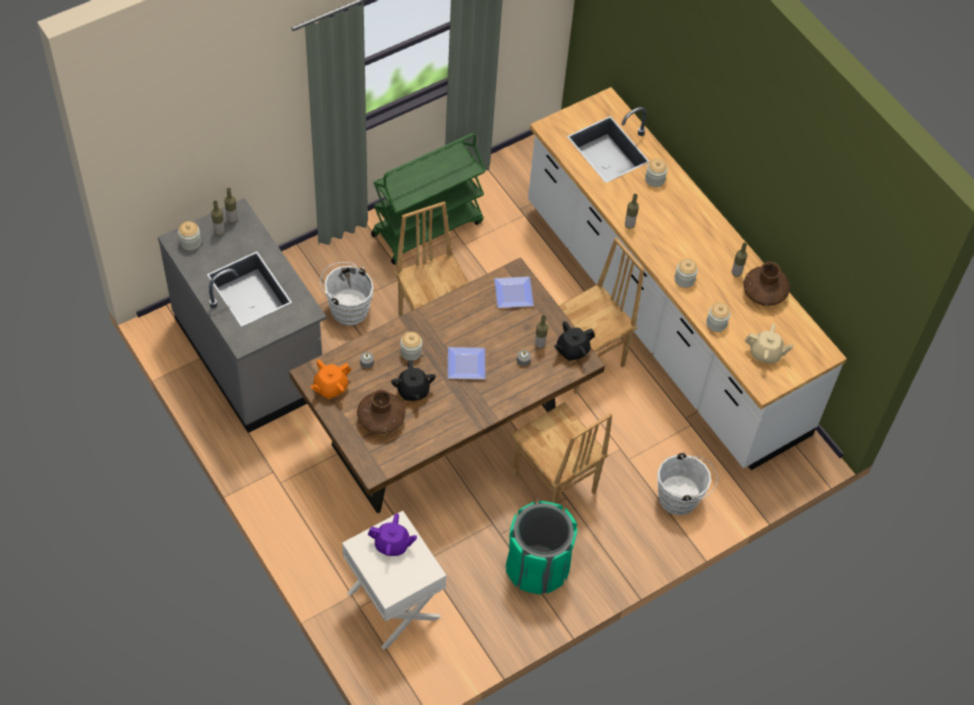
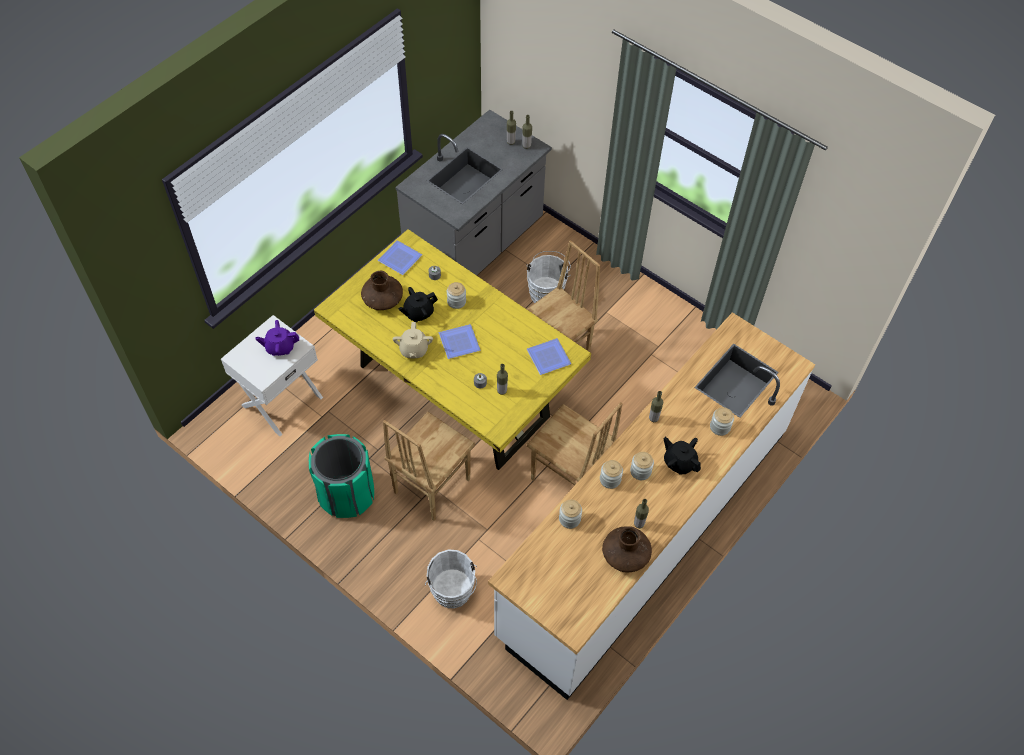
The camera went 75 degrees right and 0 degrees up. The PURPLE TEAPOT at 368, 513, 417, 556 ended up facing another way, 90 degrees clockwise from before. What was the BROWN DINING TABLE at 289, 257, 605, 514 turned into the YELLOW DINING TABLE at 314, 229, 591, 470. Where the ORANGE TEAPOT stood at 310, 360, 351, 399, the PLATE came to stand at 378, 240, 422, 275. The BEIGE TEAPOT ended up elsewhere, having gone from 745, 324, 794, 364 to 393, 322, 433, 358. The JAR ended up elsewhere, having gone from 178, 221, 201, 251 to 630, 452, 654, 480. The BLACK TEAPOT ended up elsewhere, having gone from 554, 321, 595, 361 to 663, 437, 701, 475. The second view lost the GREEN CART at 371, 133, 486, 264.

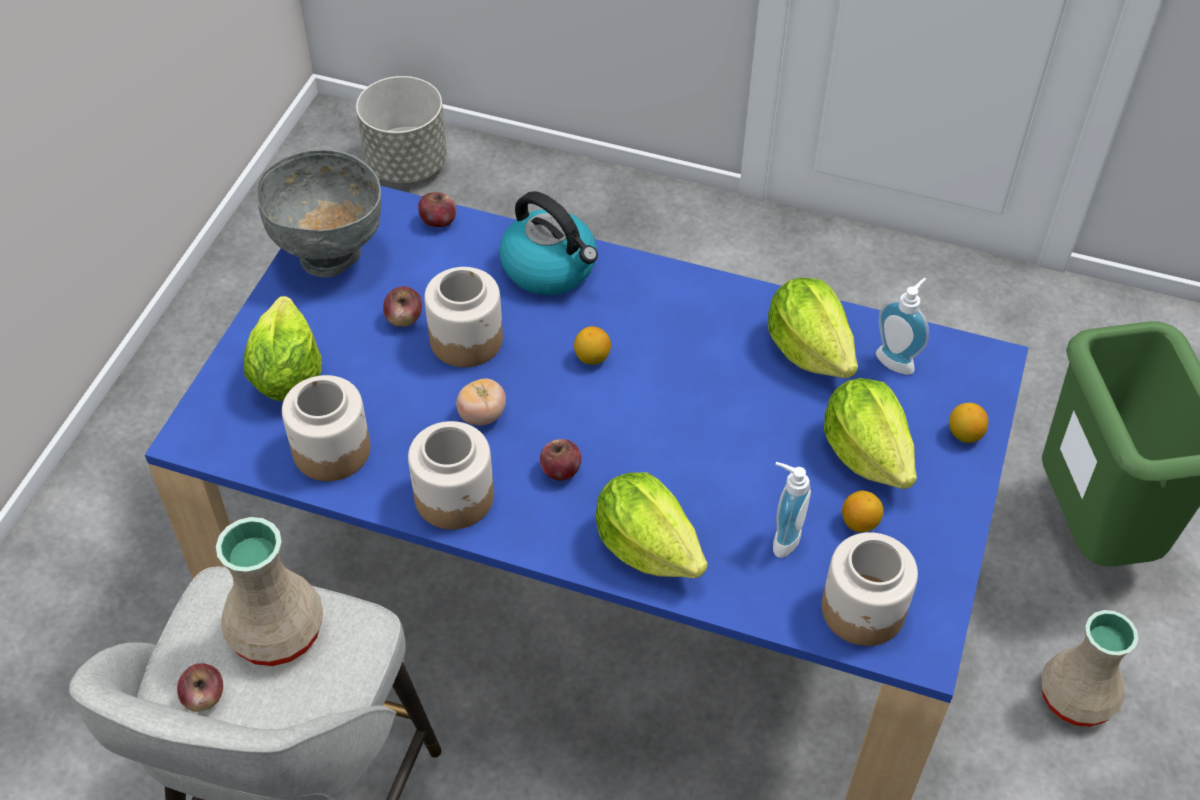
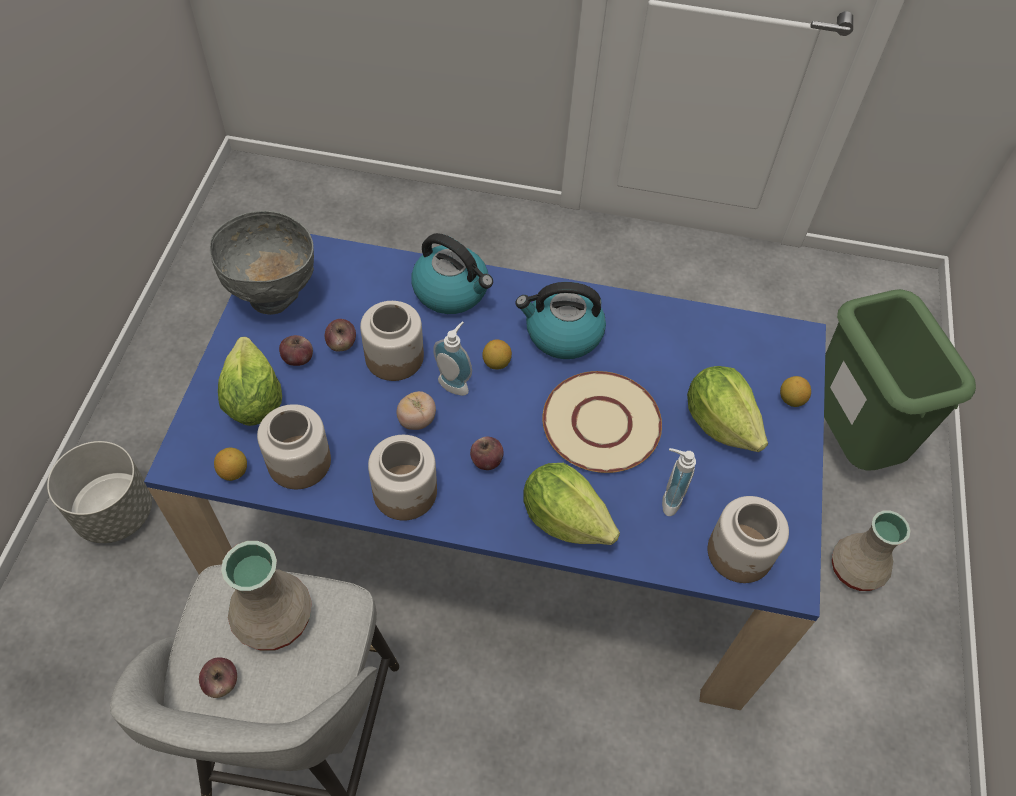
The camera went 10 degrees left and 5 degrees up. The GREY PLANTER ended up elsewhere, having gone from 356, 76, 447, 183 to 47, 441, 152, 543. The LEMON ended up elsewhere, having gone from 842, 491, 884, 533 to 214, 447, 247, 481. The APPLE ended up elsewhere, having gone from 418, 192, 456, 227 to 279, 335, 313, 366. The SOAP DISPENSER ended up elsewhere, having gone from 876, 277, 929, 375 to 433, 322, 472, 396. The second view gained the KETTLE at 515, 282, 606, 359. The second view gained the BEIGE PLATE at 542, 371, 662, 473. The second view lost the LETTUCE at 768, 278, 858, 378.

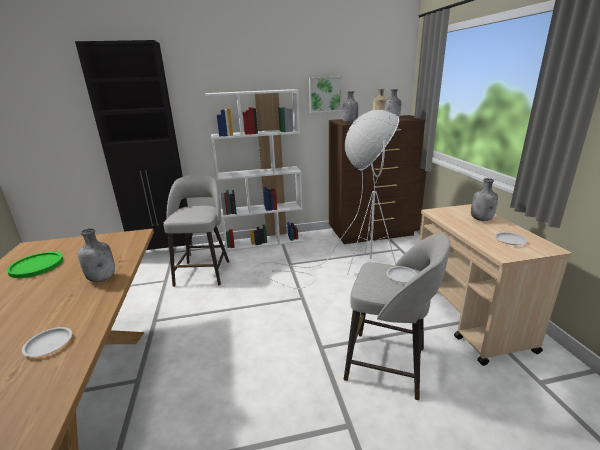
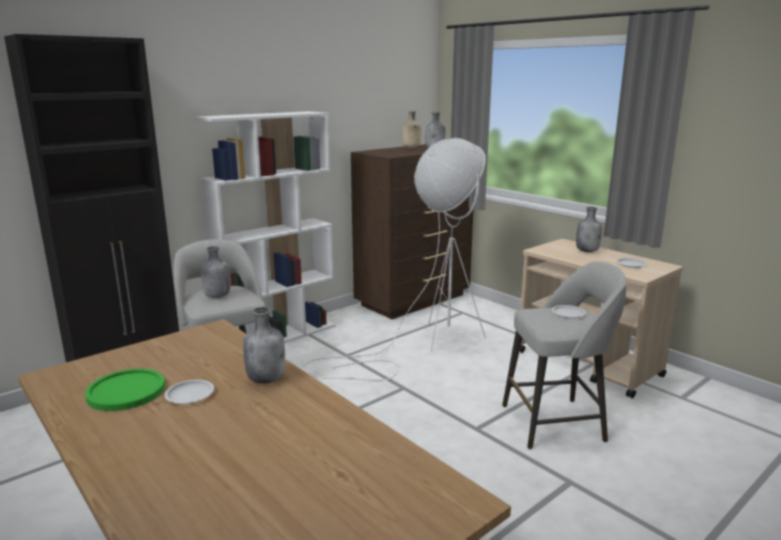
The camera went 30 degrees left and 5 degrees down. The WHITE PLATE ended up elsewhere, having gone from 22, 327, 72, 357 to 165, 380, 214, 404. The GREY BOTTLE ended up elsewhere, having gone from 342, 91, 359, 123 to 201, 246, 230, 298. The second view lost the PICTURE at 309, 76, 342, 113.

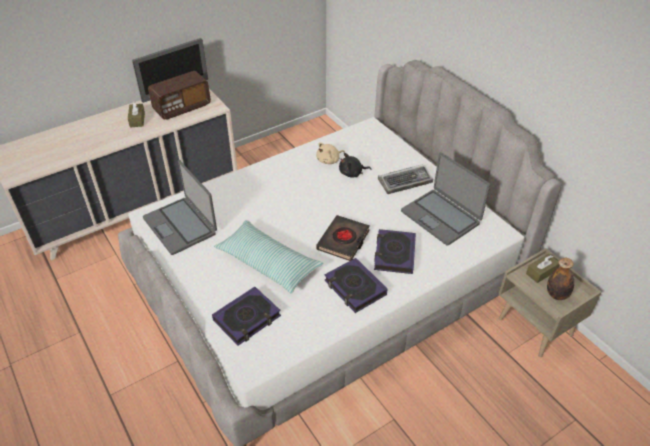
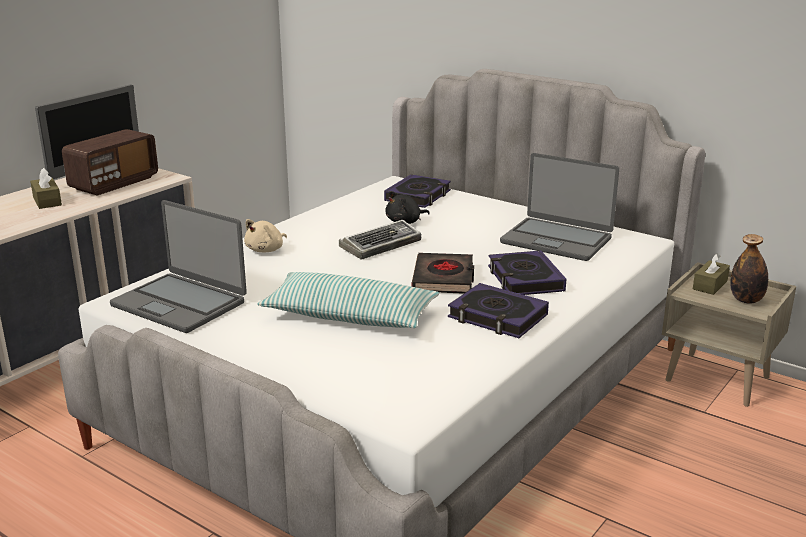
The camera went 20 degrees left and 20 degrees down. The BEIGE PLUSH TOY ended up elsewhere, having gone from 316, 142, 345, 164 to 244, 219, 287, 252. The KEYBOARD ended up elsewhere, having gone from 378, 165, 433, 194 to 339, 220, 421, 260. The BOOK ended up elsewhere, having gone from 212, 287, 281, 345 to 384, 174, 451, 208.

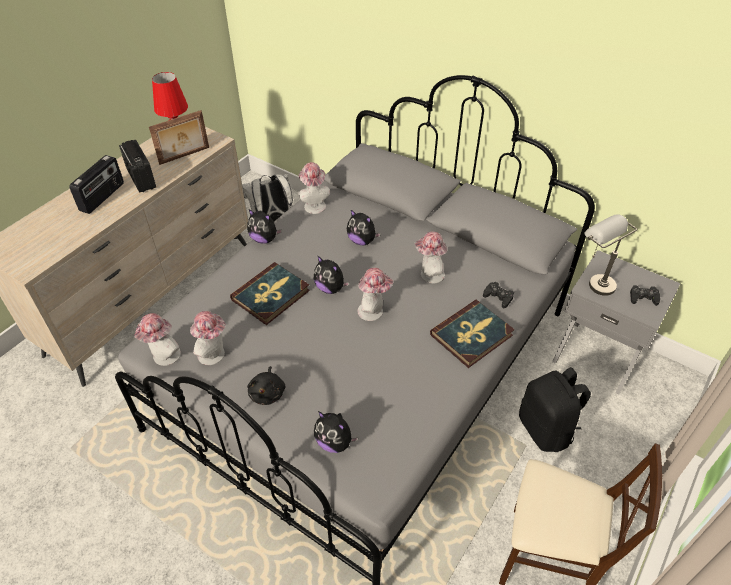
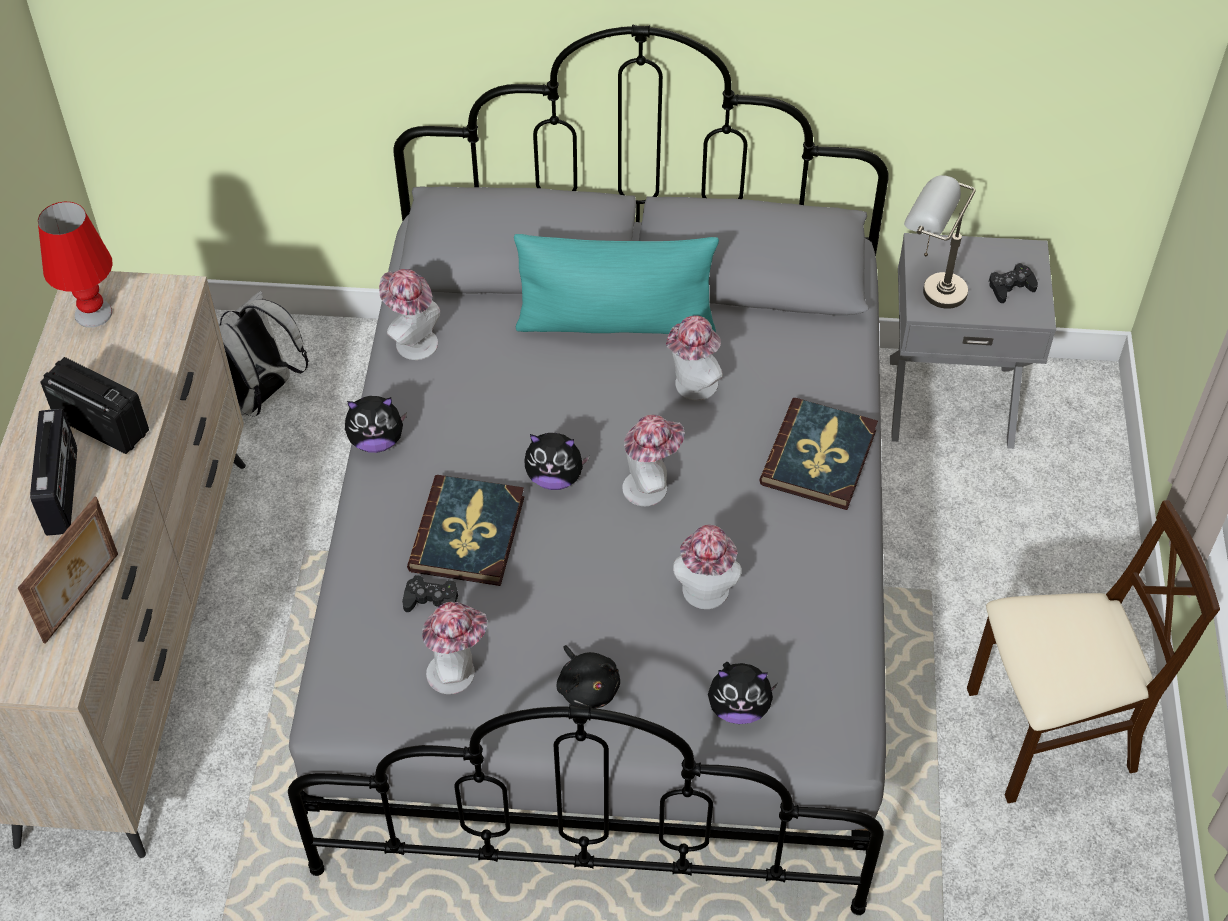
The camera went 30 degrees left and 5 degrees up. The PICTURE FRAME ended up elsewhere, having gone from 149, 110, 209, 165 to 18, 497, 118, 644. The BLACK GAME CONTROLLER ended up elsewhere, having gone from 483, 282, 514, 308 to 402, 575, 458, 612. The second view gained the TURQUOISE PILLOW at 514, 234, 719, 334. The HAT ended up elsewhere, having gone from 134, 313, 181, 366 to 673, 525, 741, 609. The second view lost the PLUSH TOY at 347, 210, 381, 245. The second view lost the BLACK BACKPACK at 519, 367, 591, 453.

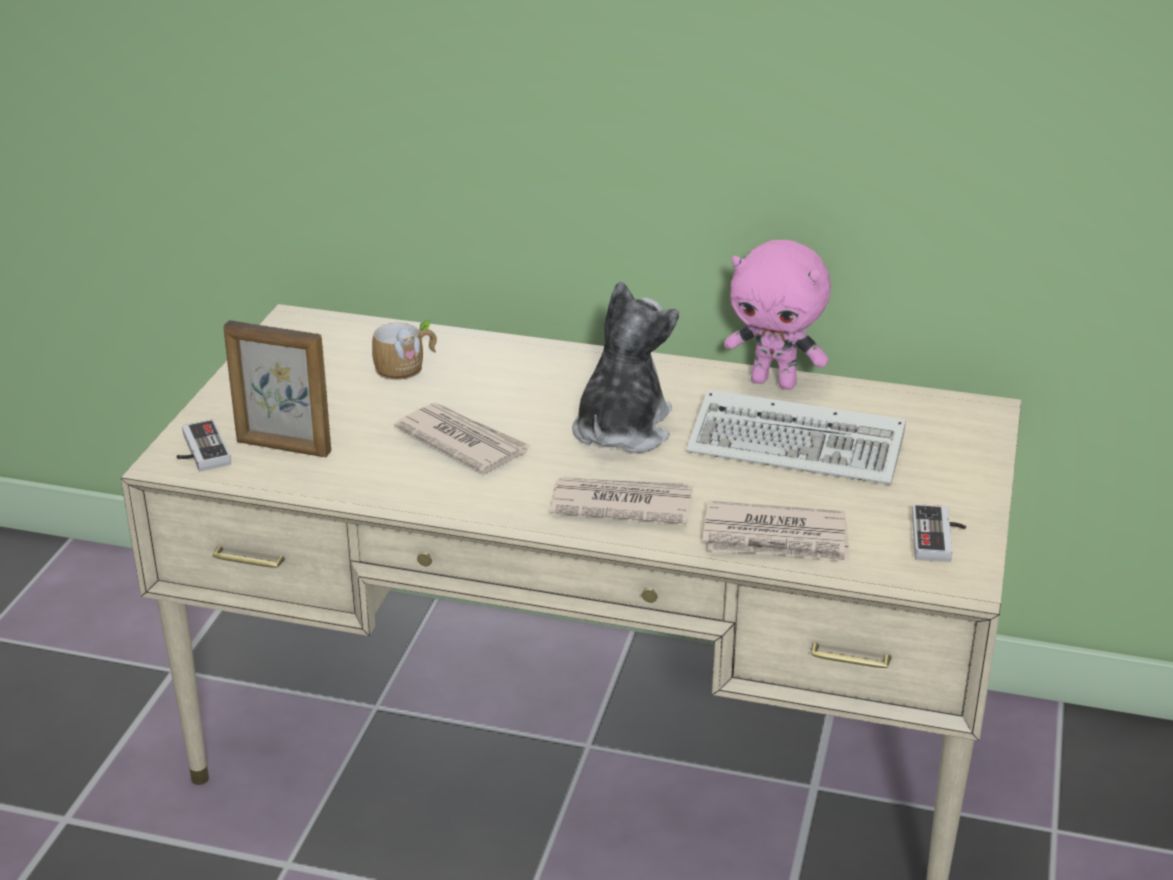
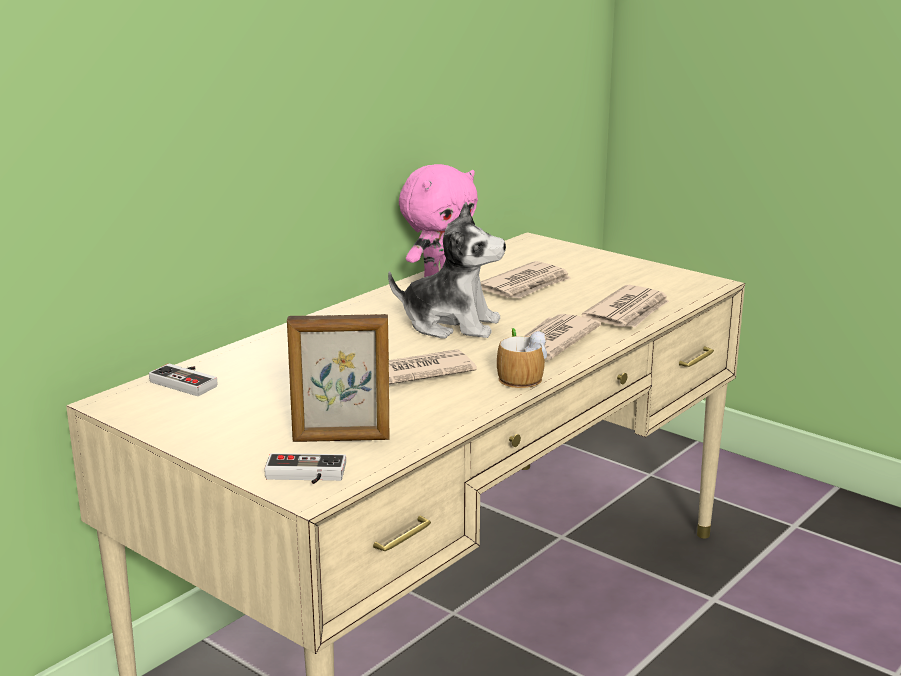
The camera went 65 degrees left and 10 degrees down. The GAME CONTROLLER ended up elsewhere, having gone from 912, 504, 966, 562 to 149, 364, 218, 396. The PICTURE FRAME at 223, 320, 331, 457 ended up facing another way, 45 degrees clockwise from before. The PLUSH TOY at 572, 281, 679, 453 ended up facing another way, 150 degrees clockwise from before. Where the KEYBOARD stood at 686, 390, 906, 485, the NEWSPAPER came to stand at 481, 261, 571, 299. The MUG ended up elsewhere, having gone from 372, 320, 437, 380 to 497, 328, 547, 388.

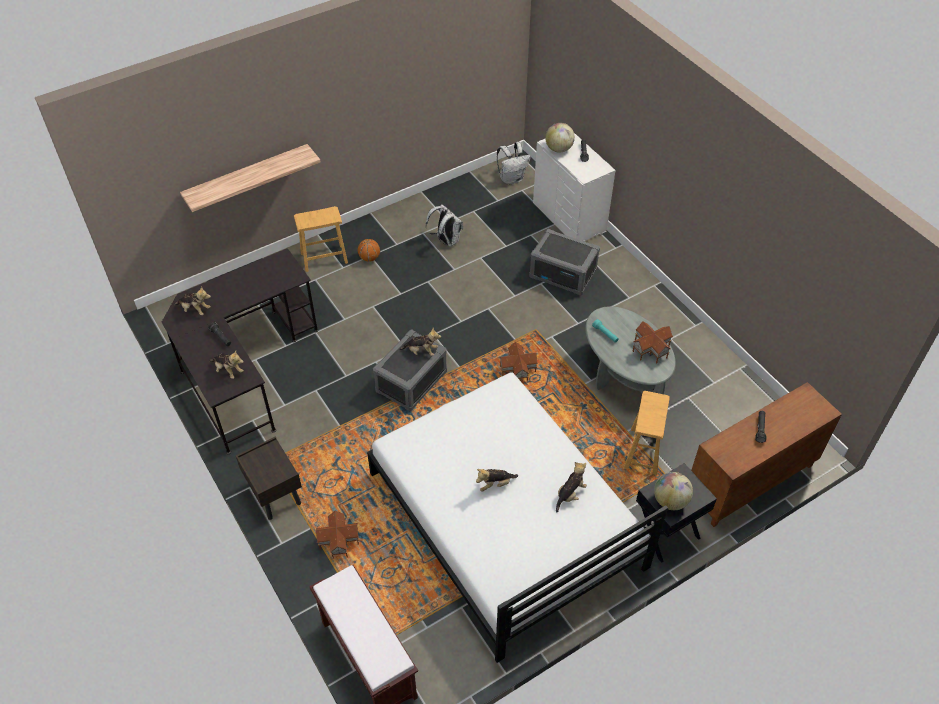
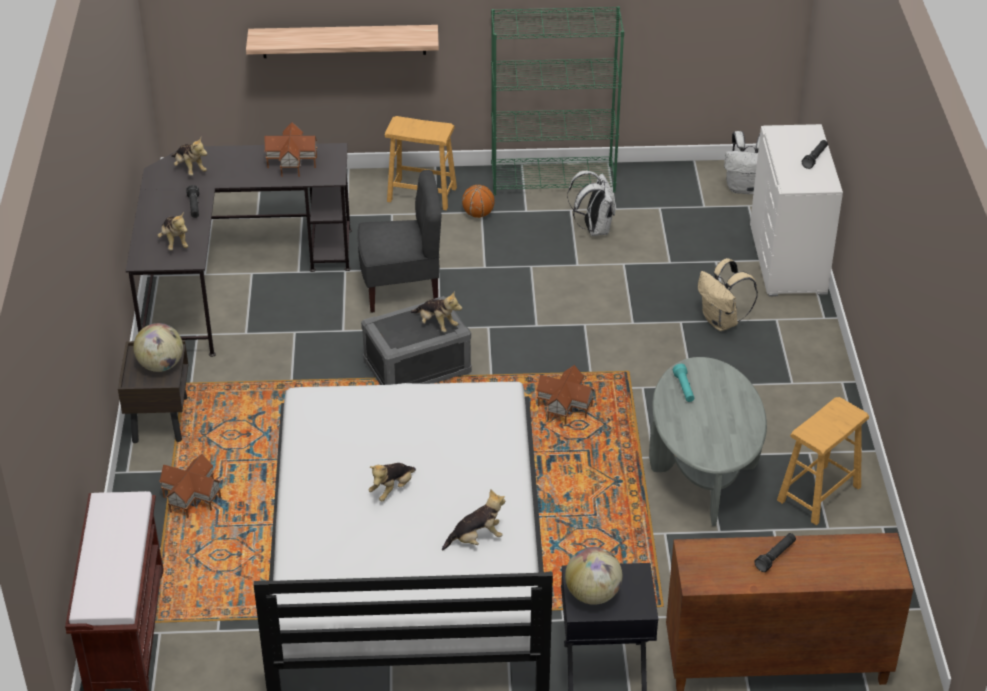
The camera went 30 degrees right and 10 degrees down. The GLOBE ended up elsewhere, having gone from 545, 123, 575, 153 to 133, 323, 183, 372. The TOY HOUSE ended up elsewhere, having gone from 632, 321, 673, 364 to 264, 122, 317, 177. The second view gained the GREY CHAIR at 357, 170, 441, 313. The PLUSH TOY at 476, 469, 518, 492 ended up facing another way, 60 degrees counterclockwise from before. The second view gained the GREEN BOOKCASE at 491, 6, 624, 195. Where the GREY STORAGE BOX stood at 529, 229, 600, 295, the BEIGE BACKPACK came to stand at 698, 258, 758, 331. The BROWN STOOL ended up elsewhere, having gone from 624, 391, 670, 475 to 777, 397, 869, 525.

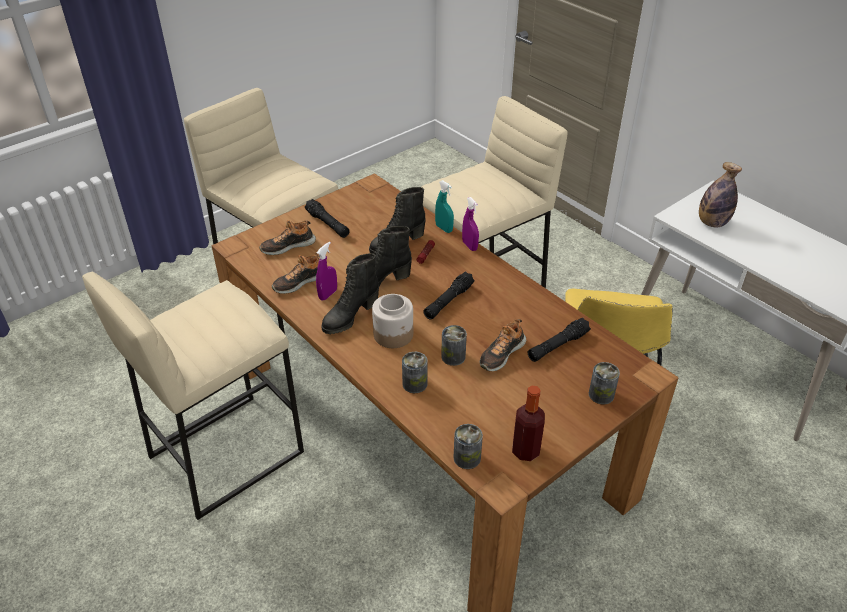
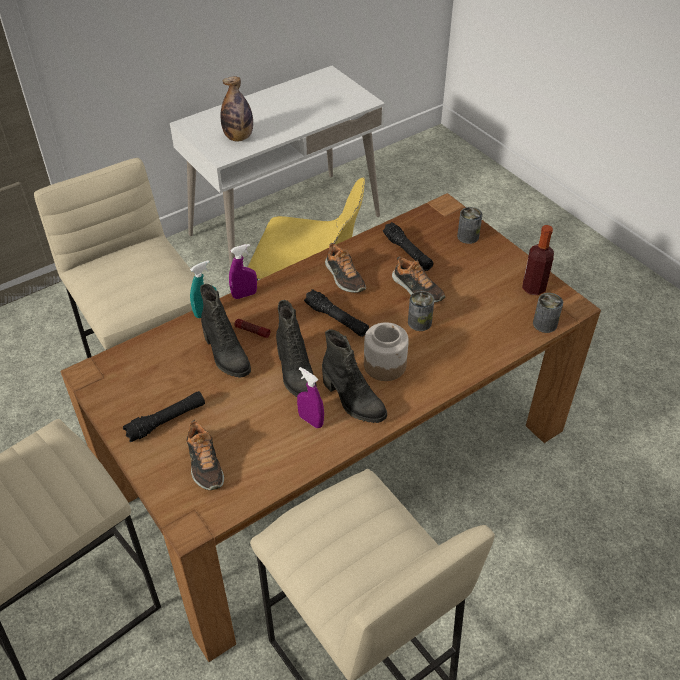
The camera went 85 degrees left and 5 degrees up. The SHOE ended up elsewhere, having gone from 272, 253, 320, 294 to 325, 243, 366, 293. The second view lost the CAN at 402, 352, 428, 393.

